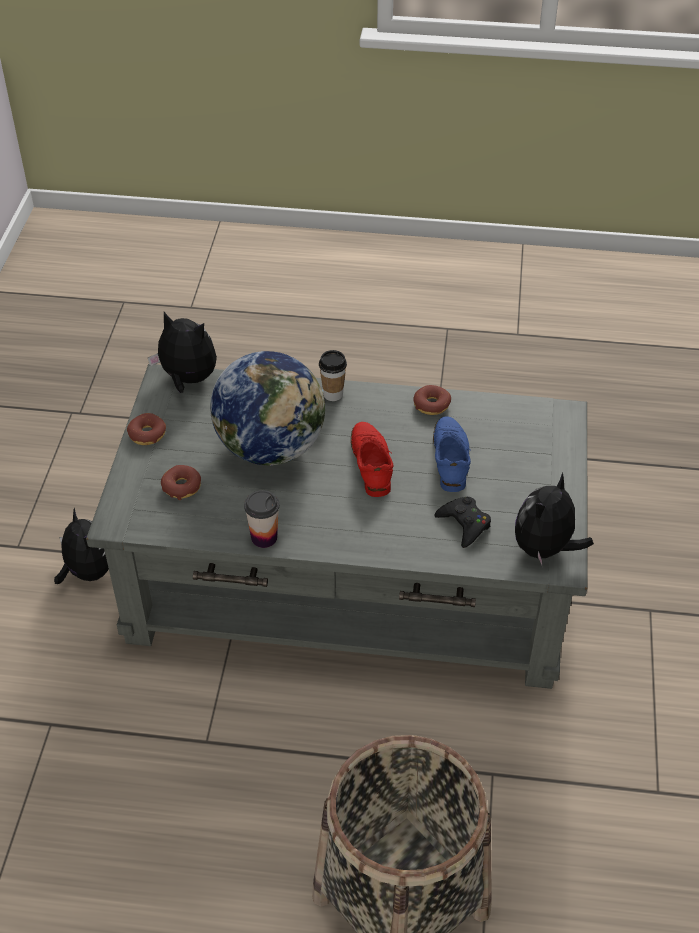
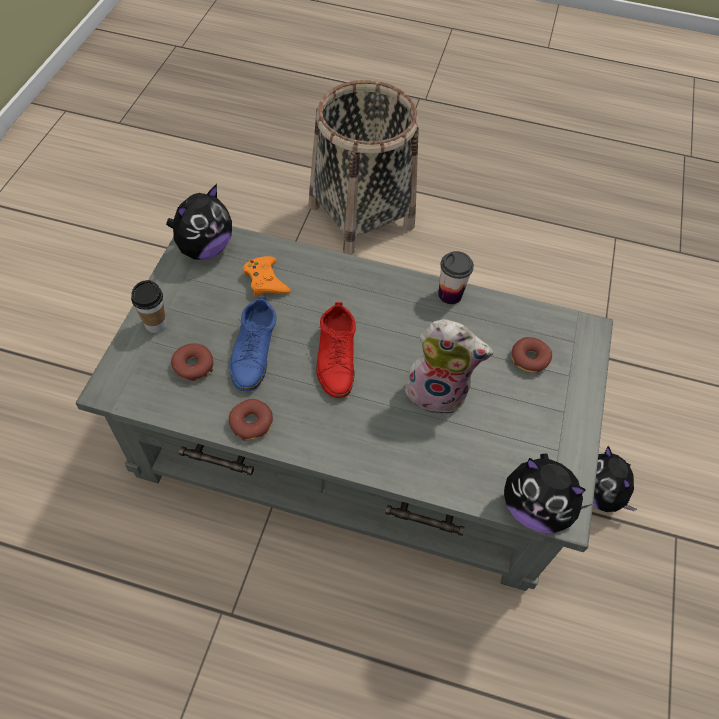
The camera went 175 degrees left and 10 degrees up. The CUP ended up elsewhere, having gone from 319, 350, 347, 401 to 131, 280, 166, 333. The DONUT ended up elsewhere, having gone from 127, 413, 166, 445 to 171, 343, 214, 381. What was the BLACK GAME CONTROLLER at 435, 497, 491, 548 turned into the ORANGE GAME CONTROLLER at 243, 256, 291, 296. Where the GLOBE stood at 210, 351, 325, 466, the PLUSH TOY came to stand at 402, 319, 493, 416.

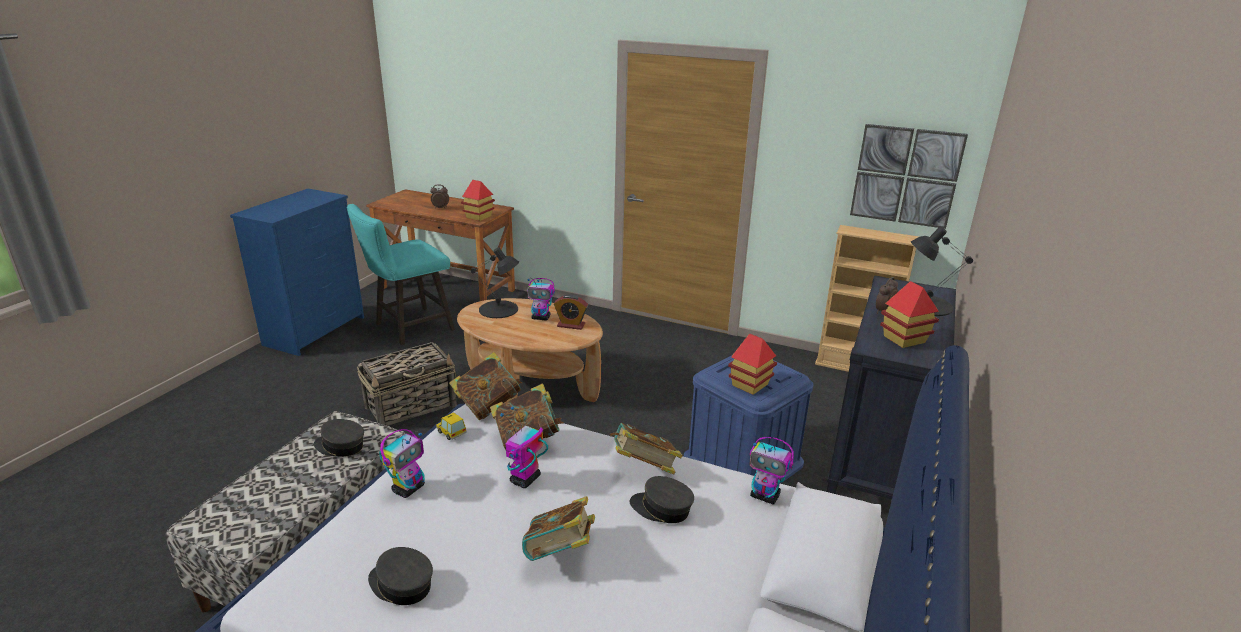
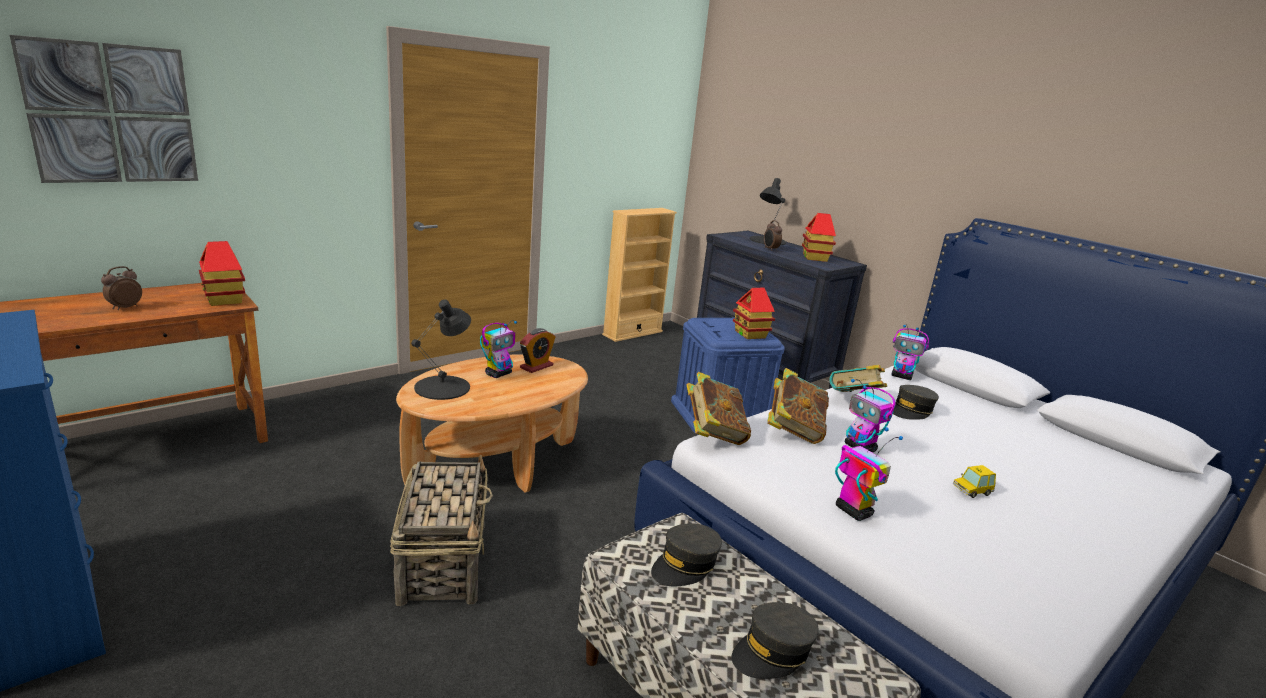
The camera went 65 degrees left and 5 degrees down. The PICTURE ended up elsewhere, having gone from 850, 124, 968, 229 to 10, 35, 198, 183. The GREY CAP ended up elsewhere, having gone from 368, 547, 433, 605 to 732, 602, 819, 679. The TOY ROBOT at 749, 437, 794, 504 ended up facing another way, 60 degrees clockwise from before. The TOY CAR ended up elsewhere, having gone from 436, 412, 467, 440 to 953, 465, 996, 498. The second view lost the TURQUOISE STOOL at 347, 204, 455, 345. The second view lost the BOOK at 522, 496, 595, 561.

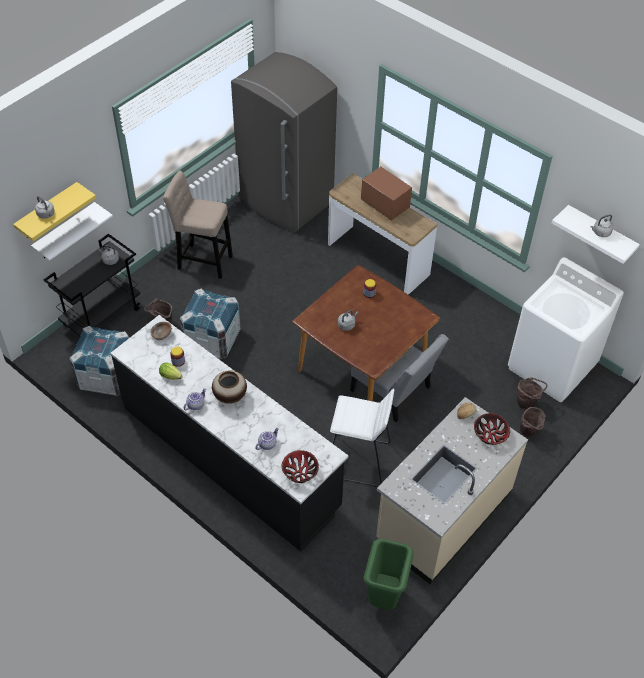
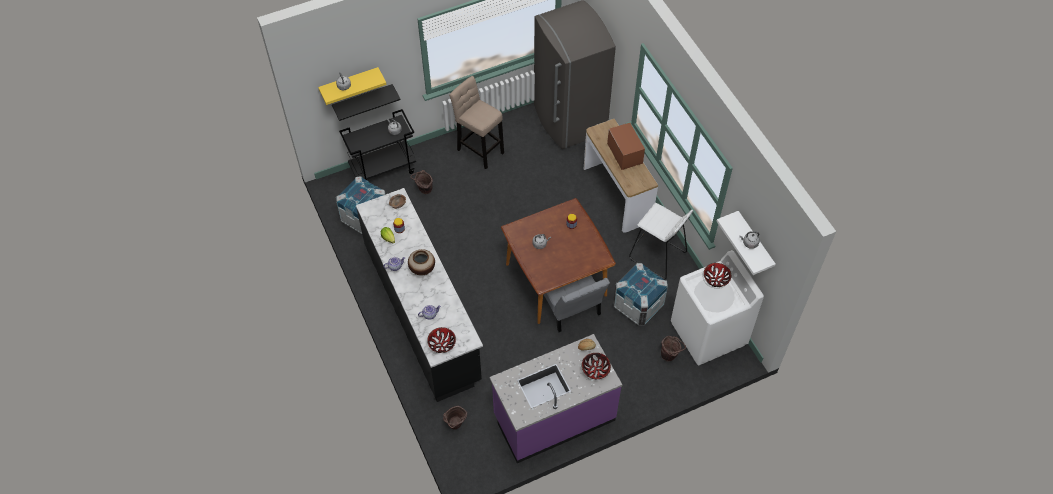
The camera went 25 degrees right and 5 degrees up. What was the WHITE SHELF at 31, 202, 113, 261 turned into the BLACK SHELF at 332, 84, 401, 121. The BROWN BUCKET ended up elsewhere, having gone from 520, 407, 546, 437 to 443, 406, 467, 430. What was the BEIGE COUNTER at 376, 397, 528, 584 turned into the PURPLE COUNTER at 490, 334, 622, 463. The CRATE ended up elsewhere, having gone from 180, 288, 241, 359 to 613, 263, 668, 326. The WHITE STOOL ended up elsewhere, having gone from 330, 389, 394, 487 to 629, 203, 693, 279. The second view gained the BOWL at 704, 263, 732, 287. The second view lost the GREEN TRASH CAN at 364, 539, 414, 610.

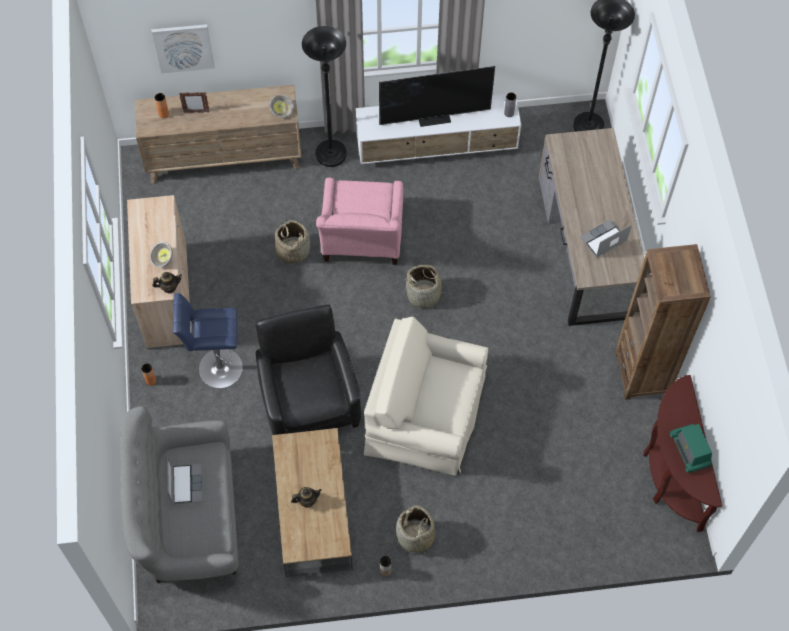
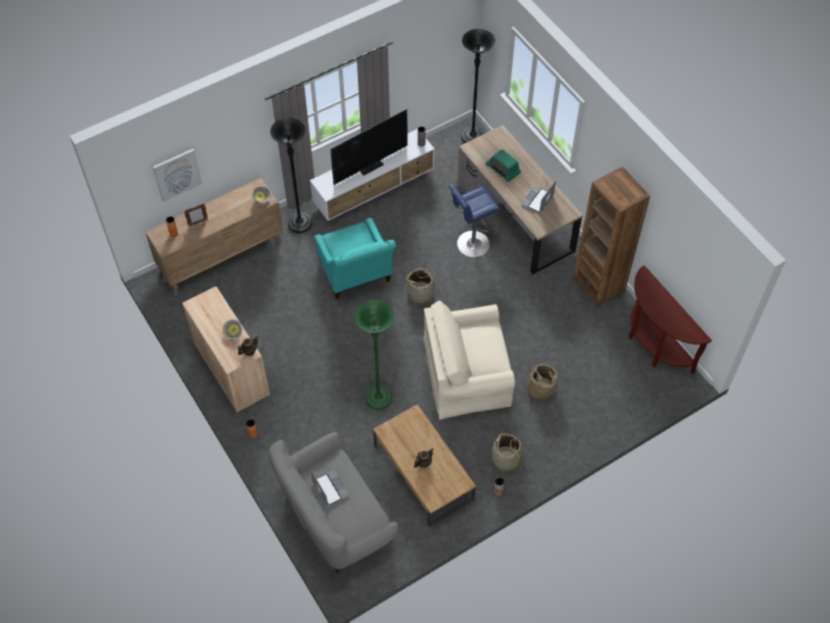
The camera went 25 degrees left and 5 degrees down. What was the PINK ARMCHAIR at 316, 178, 403, 265 turned into the TURQUOISE ARMCHAIR at 315, 218, 396, 299. Where the BLACK ARMCHAIR stood at 256, 305, 361, 435, the GREEN FLOOR LAMP came to stand at 355, 300, 394, 410. The BLUE STOOL ended up elsewhere, having gone from 173, 293, 243, 388 to 448, 184, 500, 257. The RADIO ended up elsewhere, having gone from 669, 424, 712, 473 to 486, 149, 521, 182. The BASKET ended up elsewhere, having gone from 275, 220, 310, 264 to 525, 364, 558, 400.

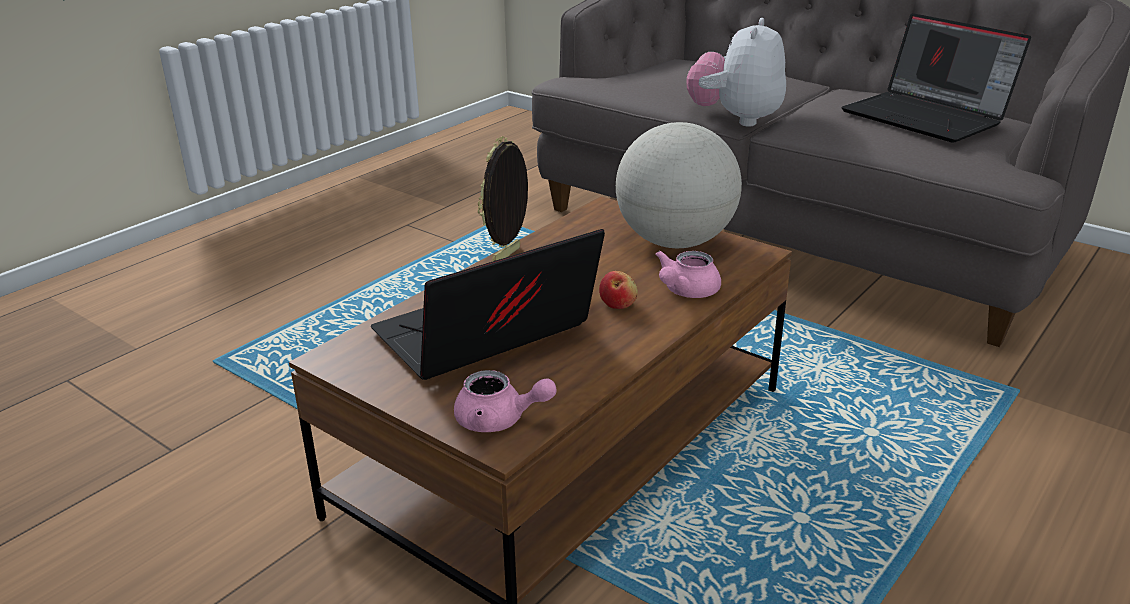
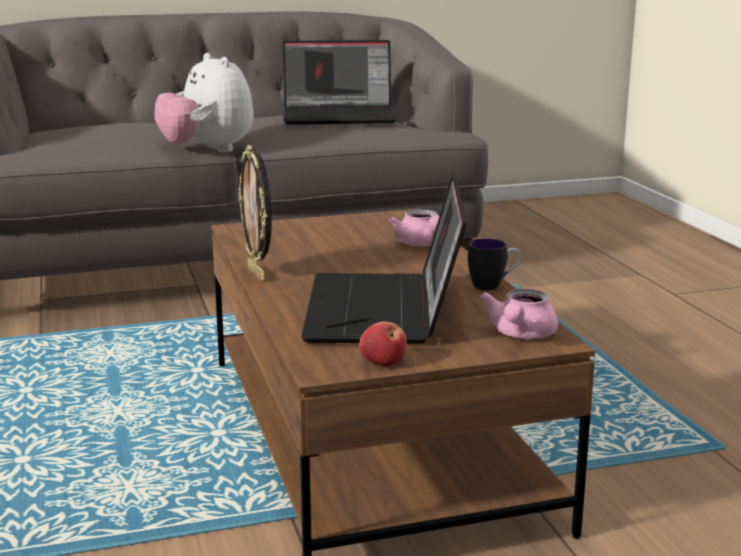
The camera went 55 degrees left and 10 degrees down. The APPLE ended up elsewhere, having gone from 599, 271, 638, 309 to 359, 322, 407, 366. The second view gained the MUG at 468, 238, 521, 291. The PINK TEAPOT at 454, 370, 556, 432 ended up facing another way, 150 degrees clockwise from before. The second view lost the GLOBE at 616, 122, 742, 248.

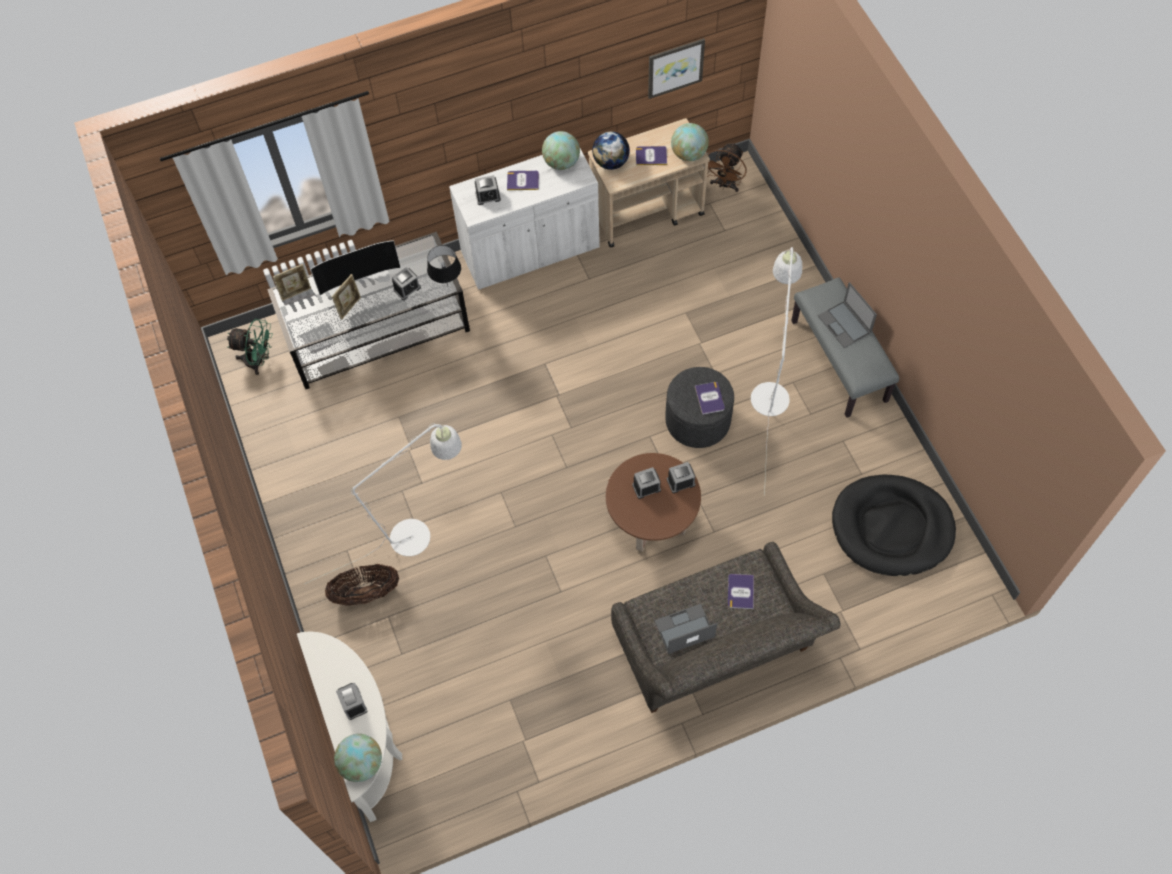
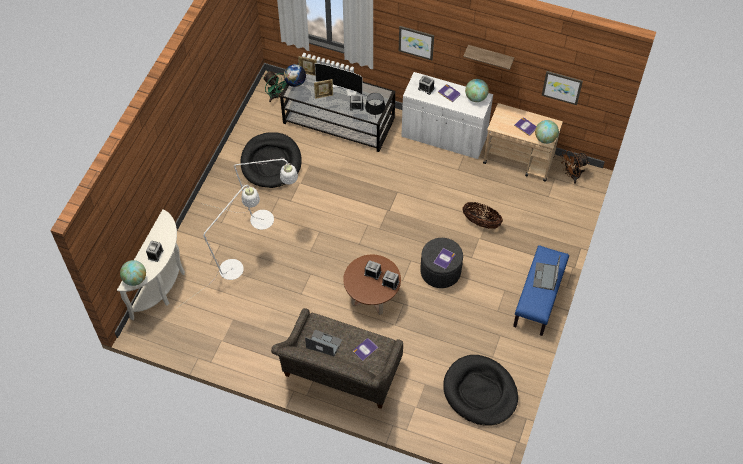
The camera went 40 degrees right and 5 degrees down. The WHITE FLOOR LAMP ended up elsewhere, having gone from 751, 247, 802, 496 to 177, 185, 260, 308. The second view gained the BLACK DOG BED at 241, 132, 302, 188. The GLOBE ended up elsewhere, having gone from 592, 131, 630, 170 to 284, 64, 306, 87. The second view gained the PICTURE at 399, 26, 434, 60. The second view gained the SHELF at 463, 45, 514, 70. The BASKET ended up elsewhere, having gone from 325, 564, 399, 606 to 463, 202, 503, 229. What was the GREY BENCH at 791, 277, 899, 418 turned into the BLUE BENCH at 513, 245, 569, 336.

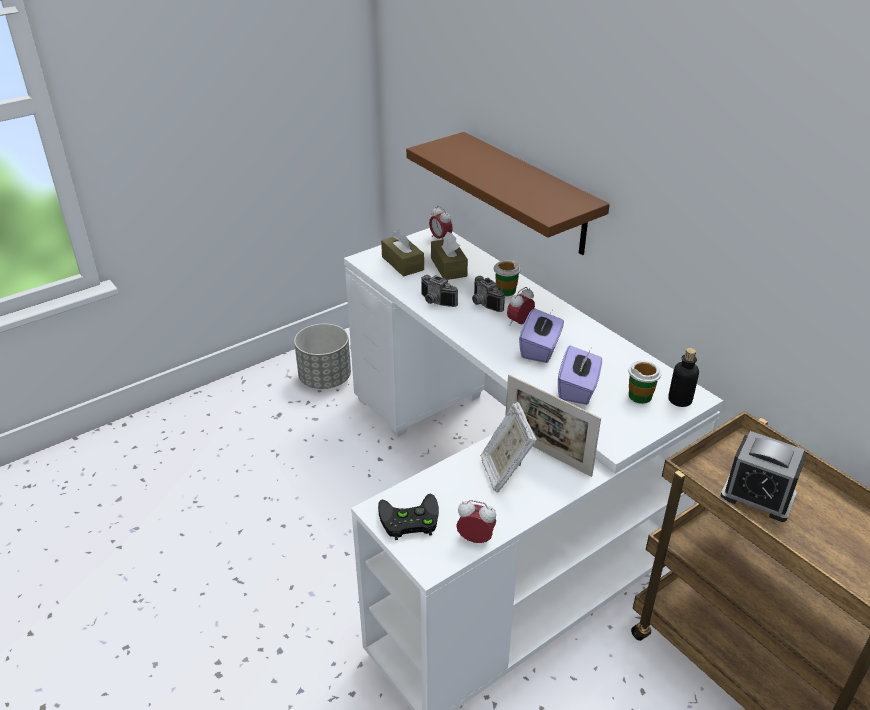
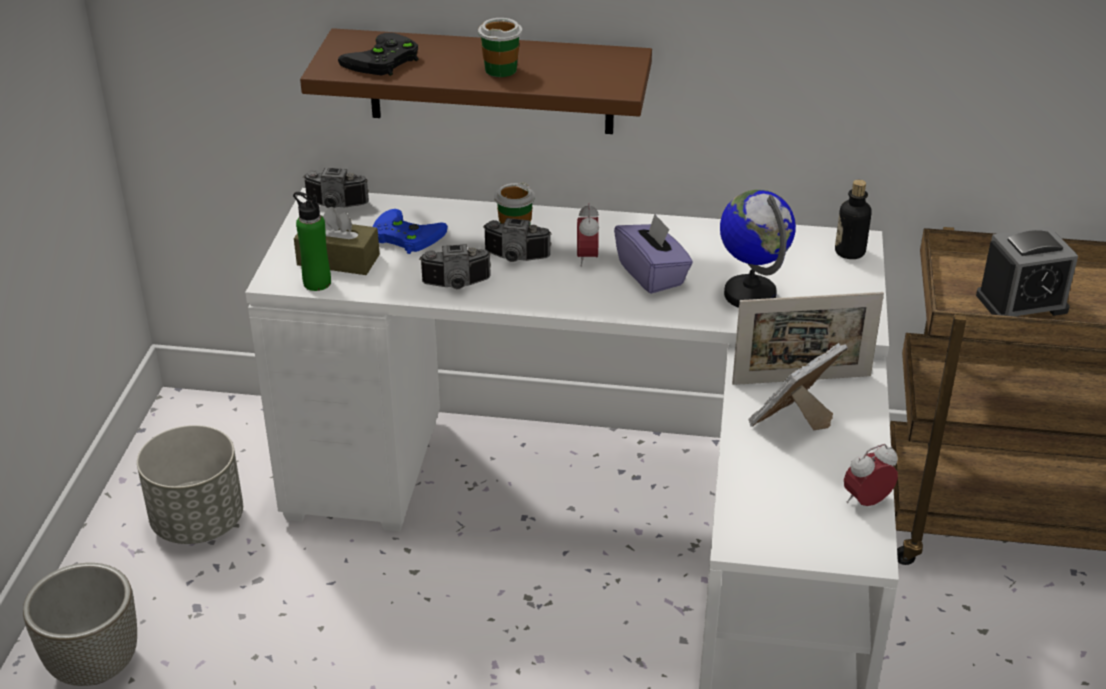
The camera went 45 degrees left and 0 degrees up. The second view gained the GREY PLANTER at 23, 563, 137, 686. The second view gained the GREEN BOTTLE at 293, 192, 331, 291. Where the ALARM CLOCK stood at 429, 206, 453, 240, the PHOTO CAMERA came to stand at 303, 168, 369, 208. The BLACK GAME CONTROLLER ended up elsewhere, having gone from 378, 493, 439, 540 to 338, 33, 419, 76. Where the BROWN TISSUE BOX stood at 431, 232, 468, 280, the BLUE GAME CONTROLLER came to stand at 372, 209, 448, 254. The CUP ended up elsewhere, having gone from 628, 361, 662, 404 to 478, 18, 522, 77. Where the PURPLE TISSUE BOX stood at 558, 345, 602, 405, the GLOBE came to stand at 720, 190, 796, 308. The PICTURE FRAME at 480, 402, 537, 493 ended up facing another way, 105 degrees clockwise from before.

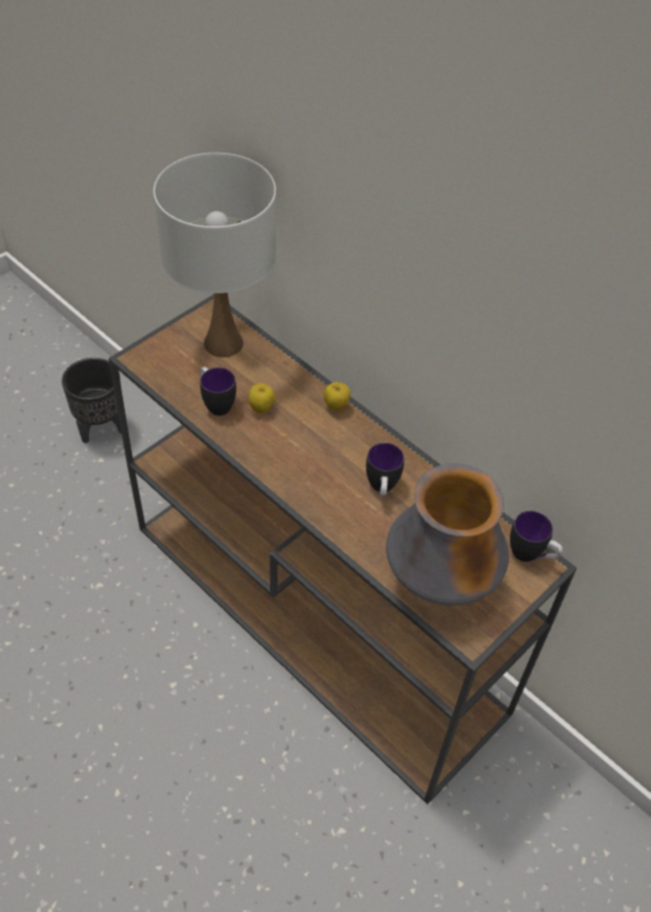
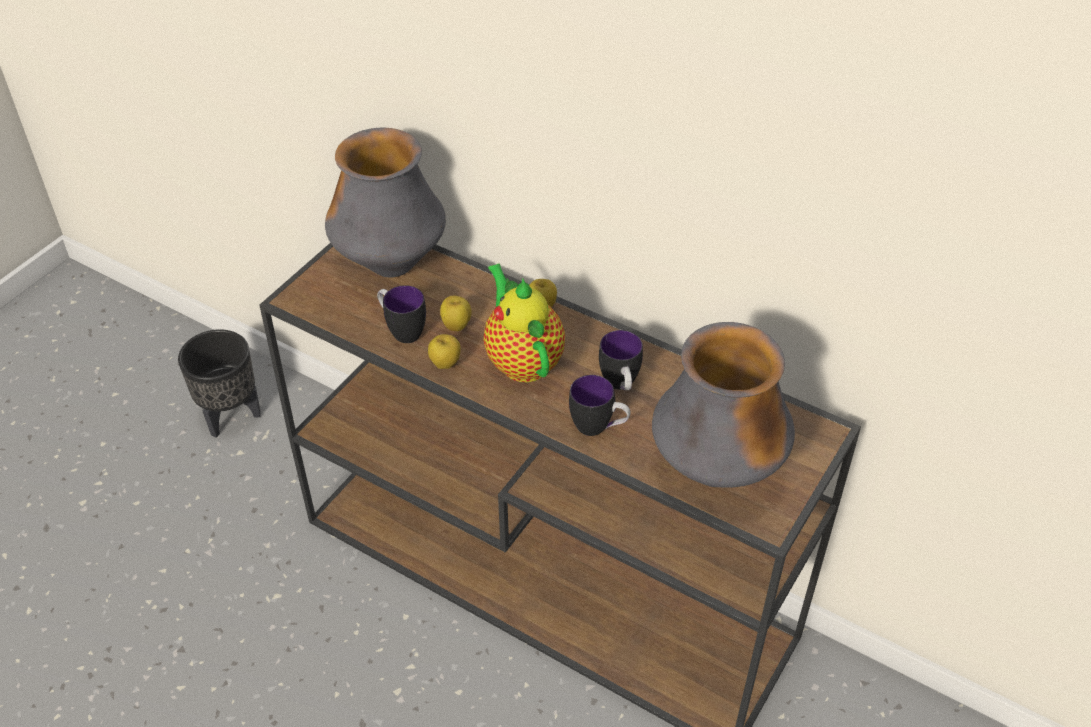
The camera went 10 degrees left and 5 degrees down. Where the WHITE TABLE LAMP stood at 153, 153, 276, 357, the VASE came to stand at 325, 128, 446, 277. The second view gained the APPLE at 428, 334, 461, 369. The second view gained the TEAPOT at 484, 264, 565, 382. The MUG ended up elsewhere, having gone from 510, 511, 563, 562 to 569, 375, 631, 436.

